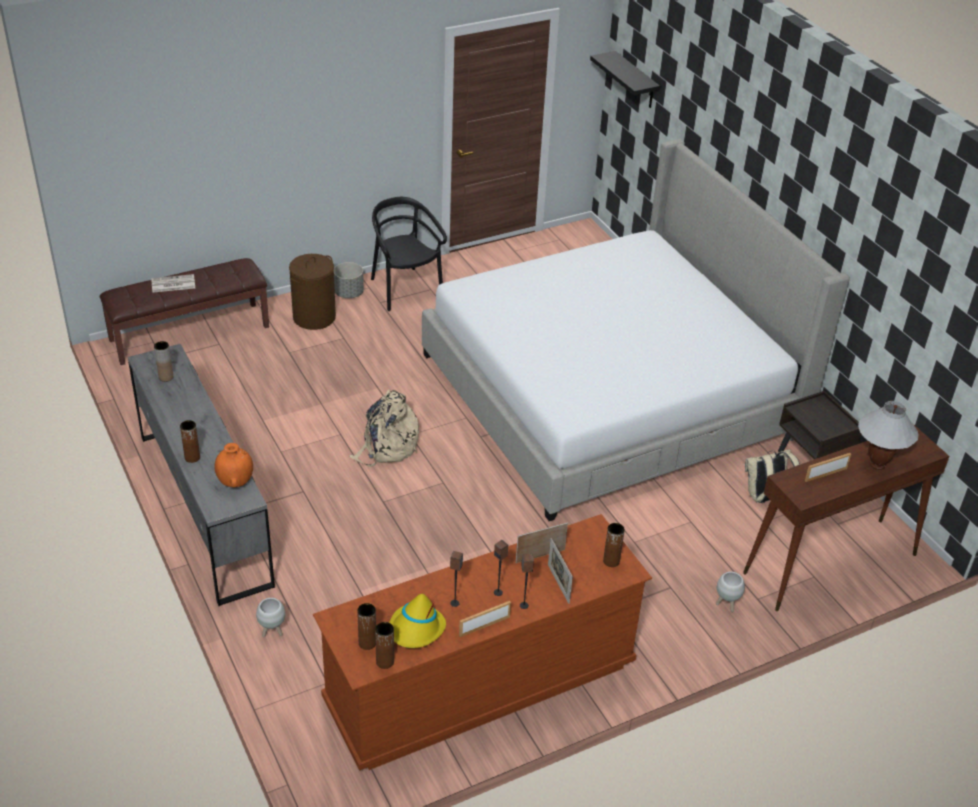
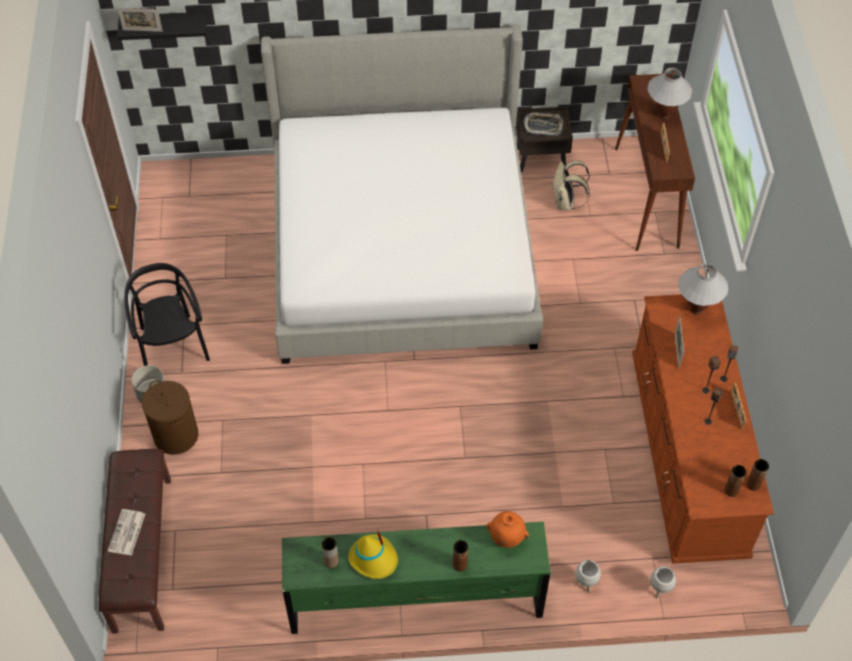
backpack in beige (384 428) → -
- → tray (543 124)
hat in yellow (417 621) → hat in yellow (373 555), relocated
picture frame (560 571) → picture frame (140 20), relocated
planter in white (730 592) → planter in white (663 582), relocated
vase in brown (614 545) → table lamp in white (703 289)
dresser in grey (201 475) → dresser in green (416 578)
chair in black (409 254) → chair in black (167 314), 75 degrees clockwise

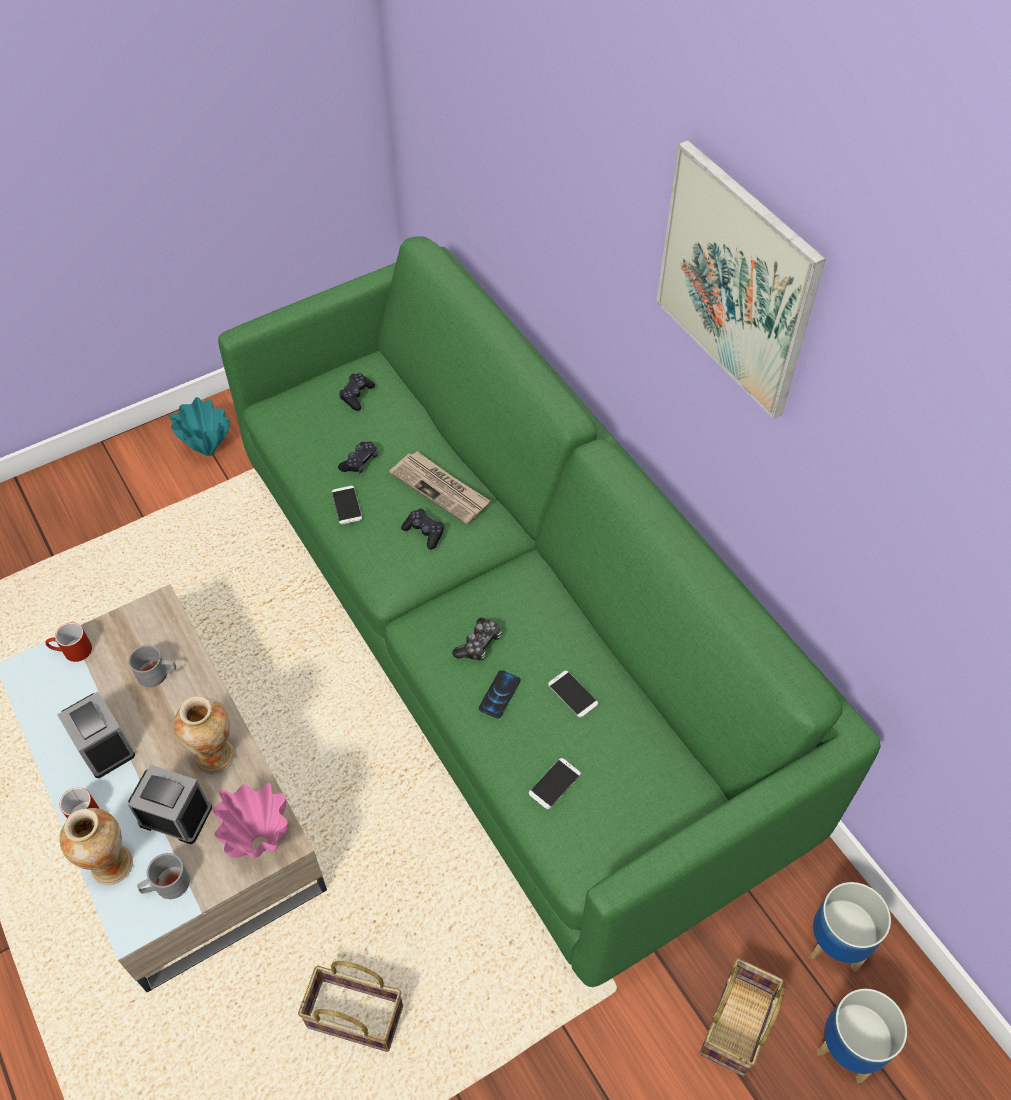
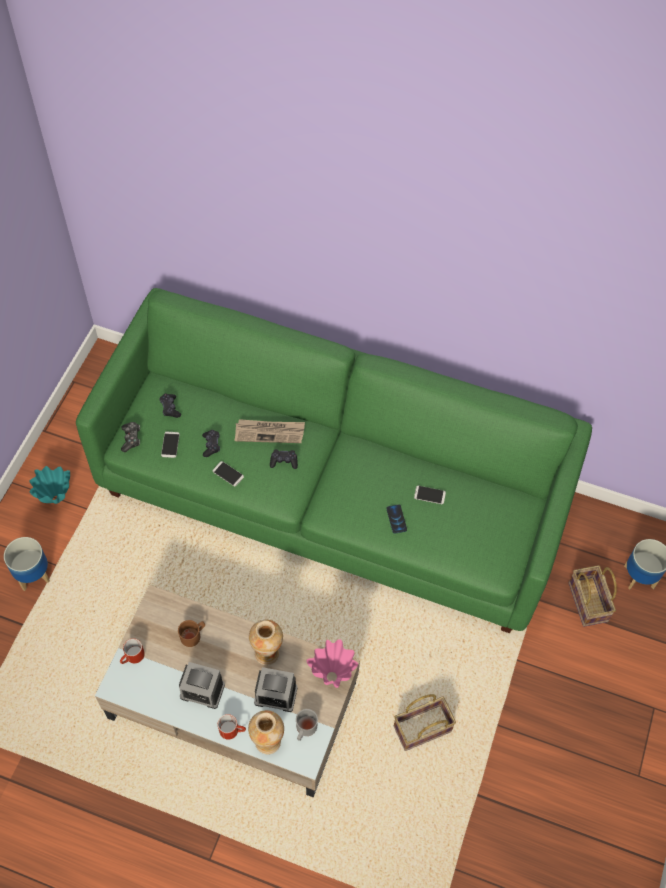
picture (741 279) → -
game controller (477 639) → game controller (130 437), relocated
phone (555 783) → phone (170 445), relocated
planter (850 927) → planter (27 564), relocated
mug in grey (152 666) → mug in brown (191 633)
alarm clock (170 804) → alarm clock (276 689), 150 degrees counterclockwise

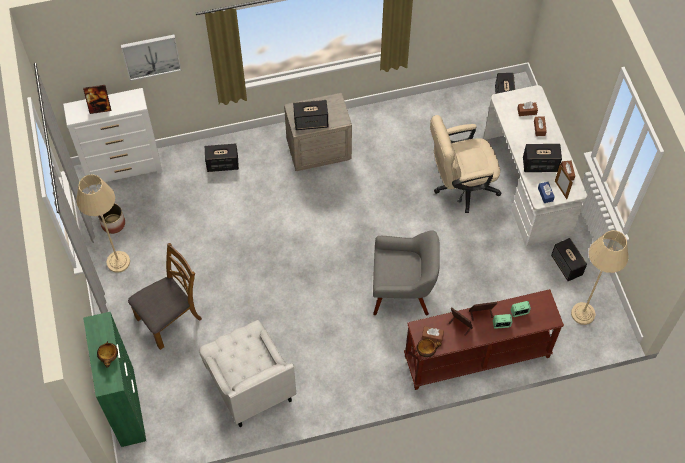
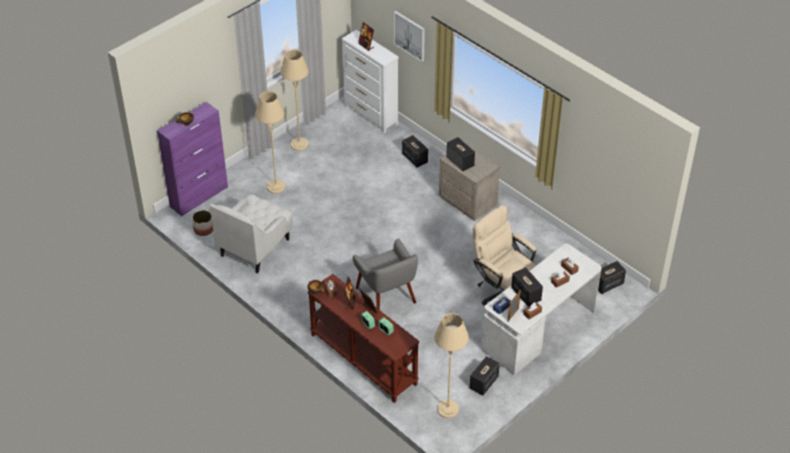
planter (111 218) → planter (202 223), relocated
chair in brown (165 296) → floor lamp in beige (270 142)
cabinet in green (114 379) → cabinet in purple (192 159)

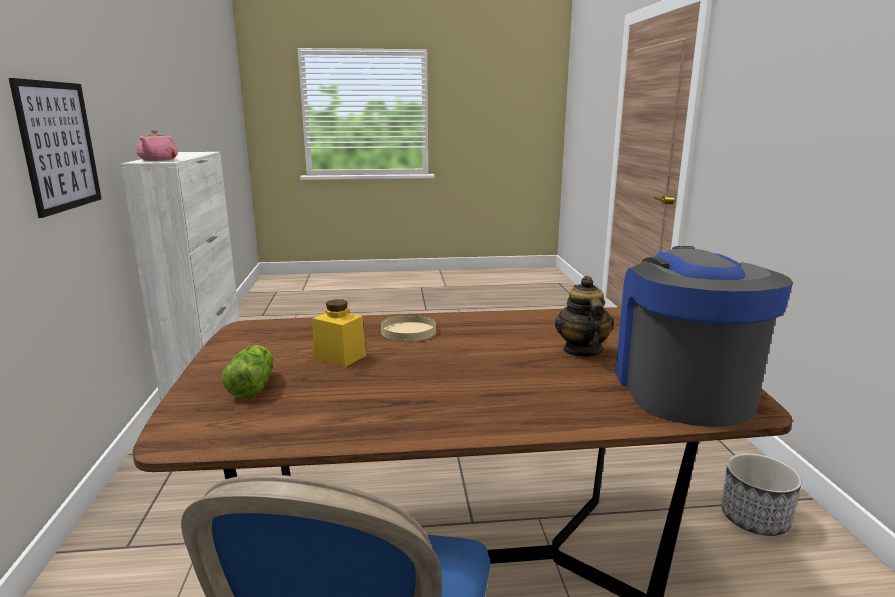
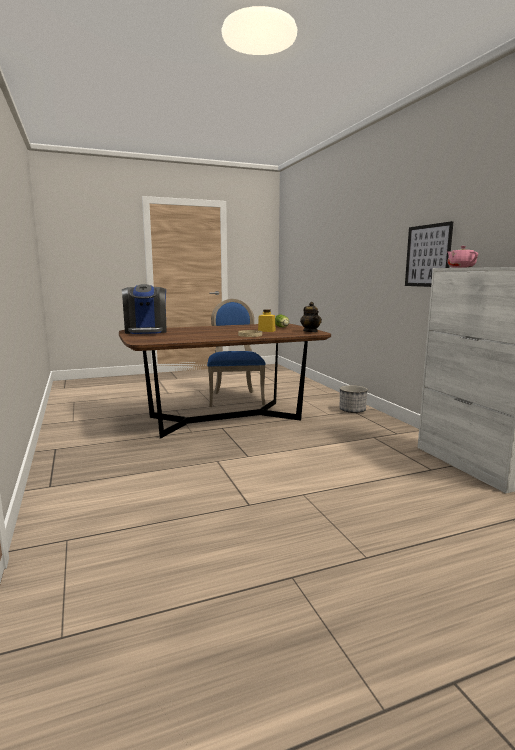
teapot (584 317) → teapot (311 317), relocated
planter (761 494) → planter (354 399), relocated

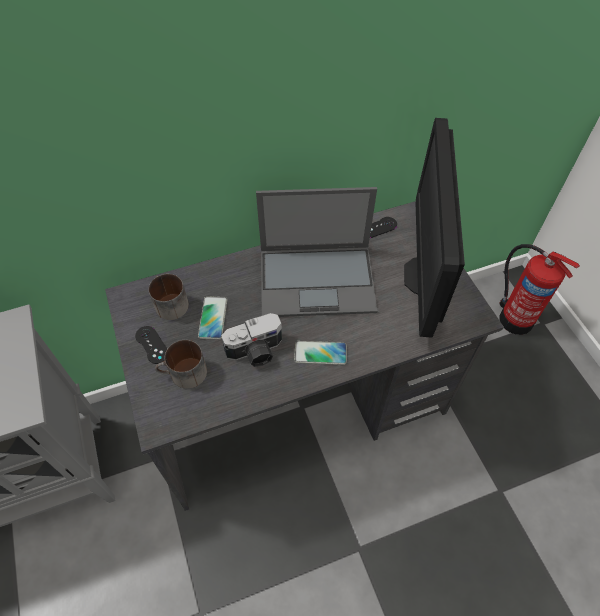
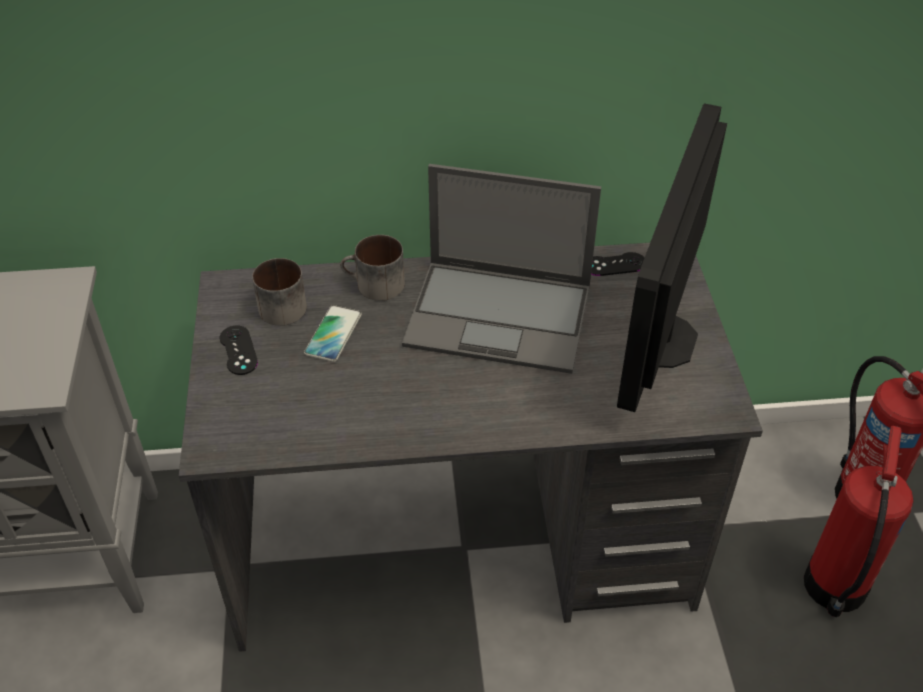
photo camera (251 340) → -
phone (320 353) → -
- → fire extinguisher (859 521)
mug (181 364) → mug (372 268), relocated

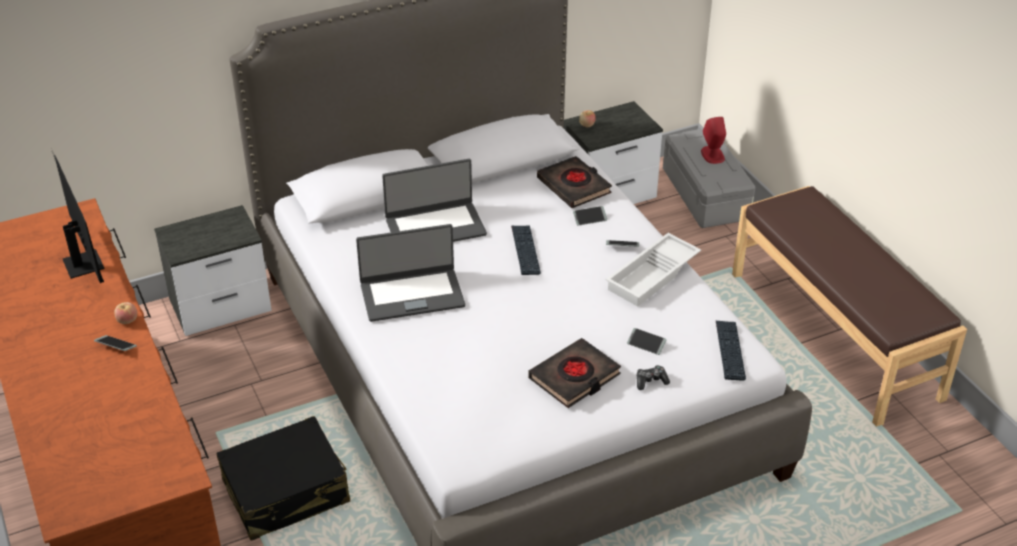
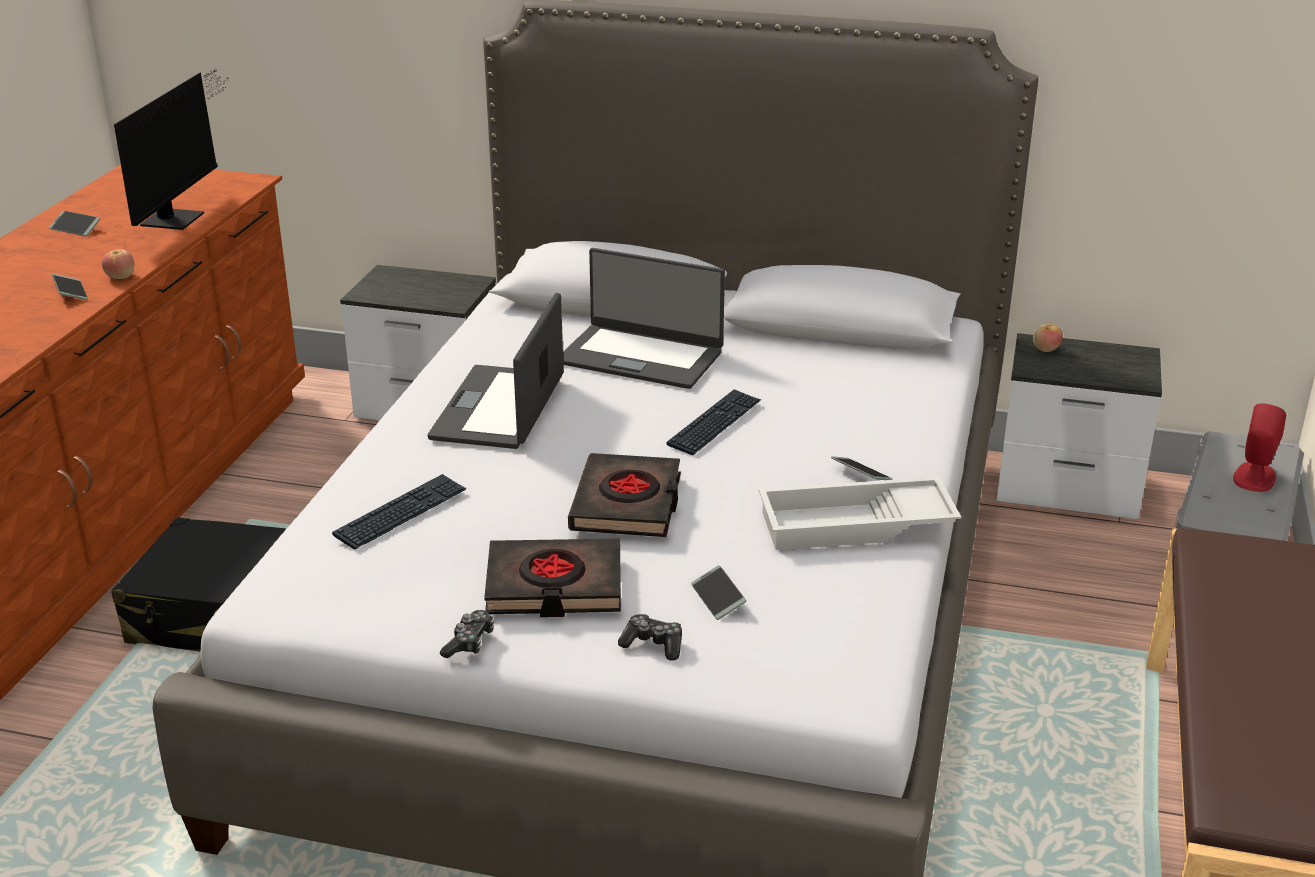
- → game controller (467 634)
book in black (574 182) → book in black (624 495), relocated
phone (590 216) → phone (74 223), relocated
keyboard (731 351) → keyboard (399 511), relocated
laptop (410 273) → laptop (495 371), 75 degrees clockwise

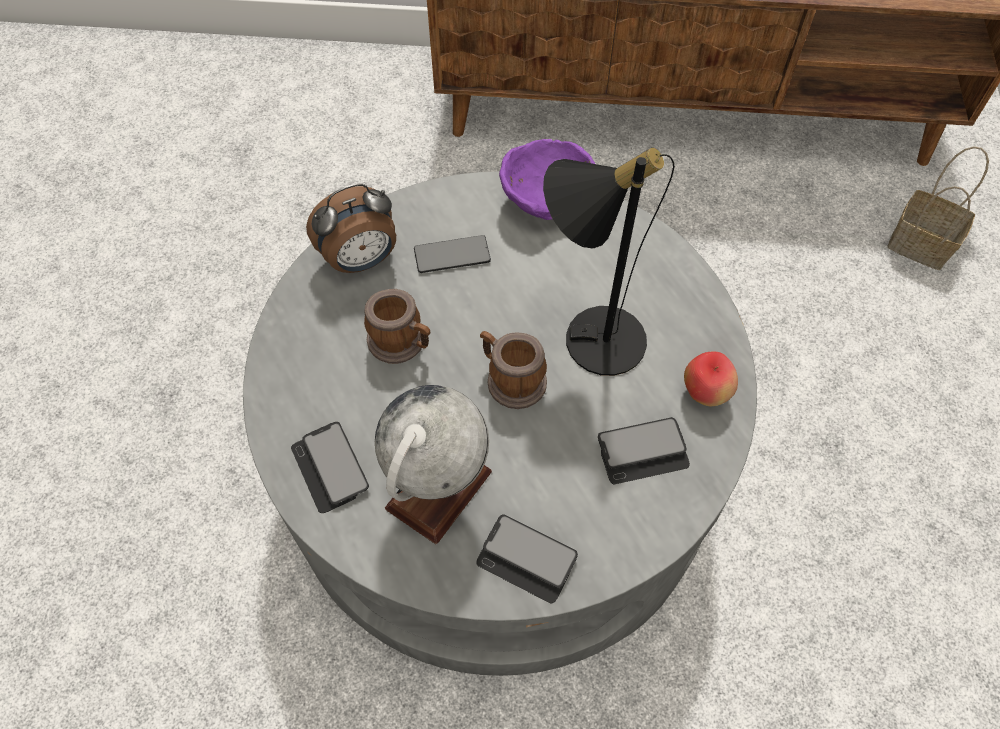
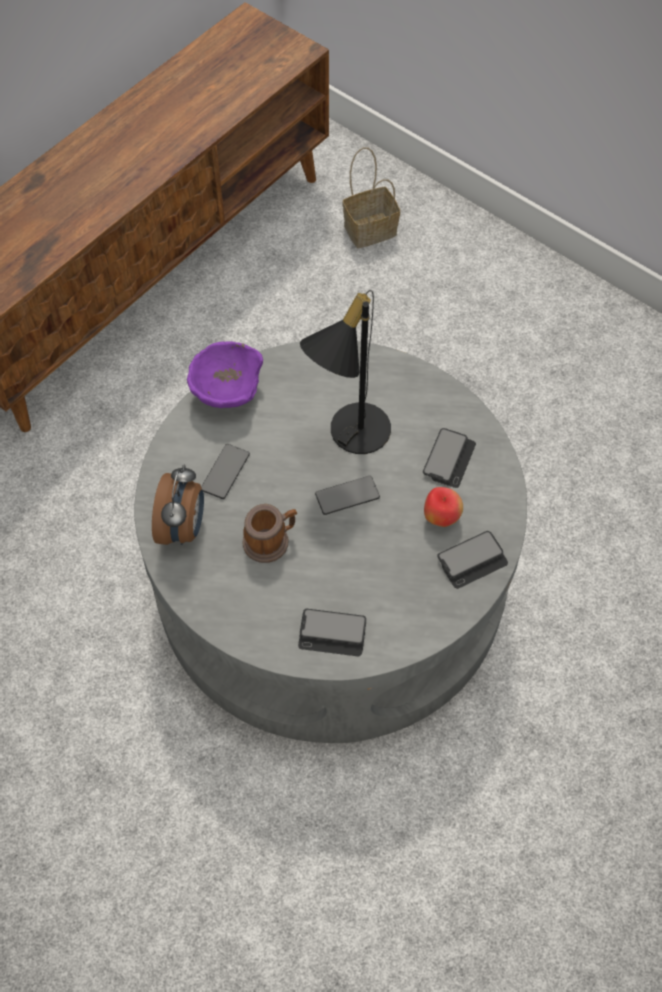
globe (433 464) → -
apple (711 379) → apple (443 507), relocated
mug (513 370) → phone (347 495)

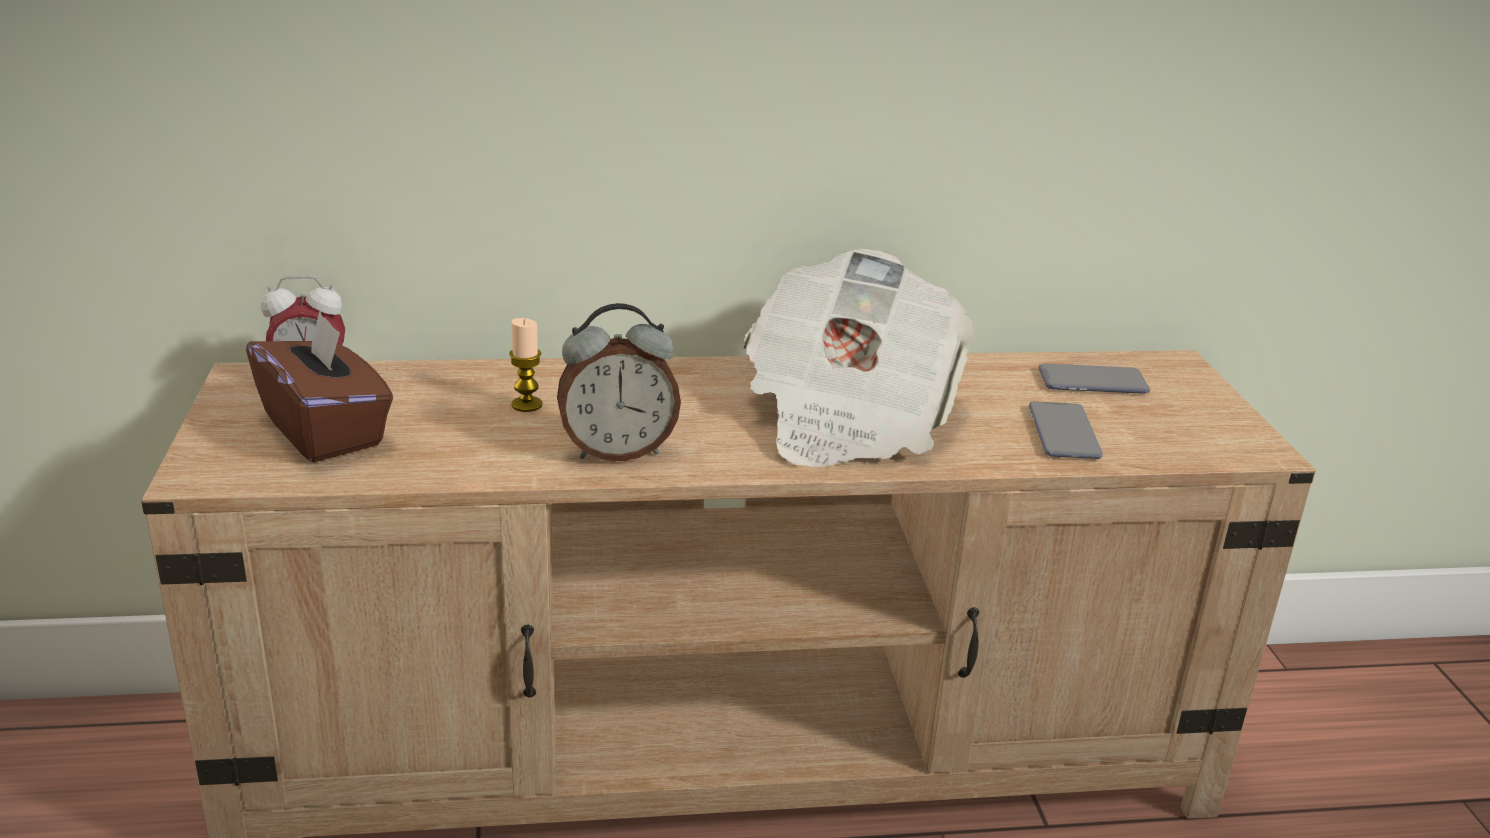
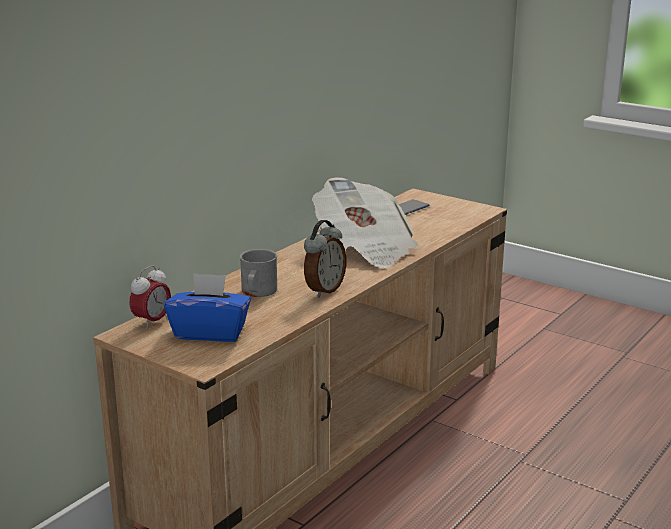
phone (1066 430) → -
candle (526 365) → mug in grey (258 273)
tissue box in brown (319 386) → tissue box in blue (207 307)

